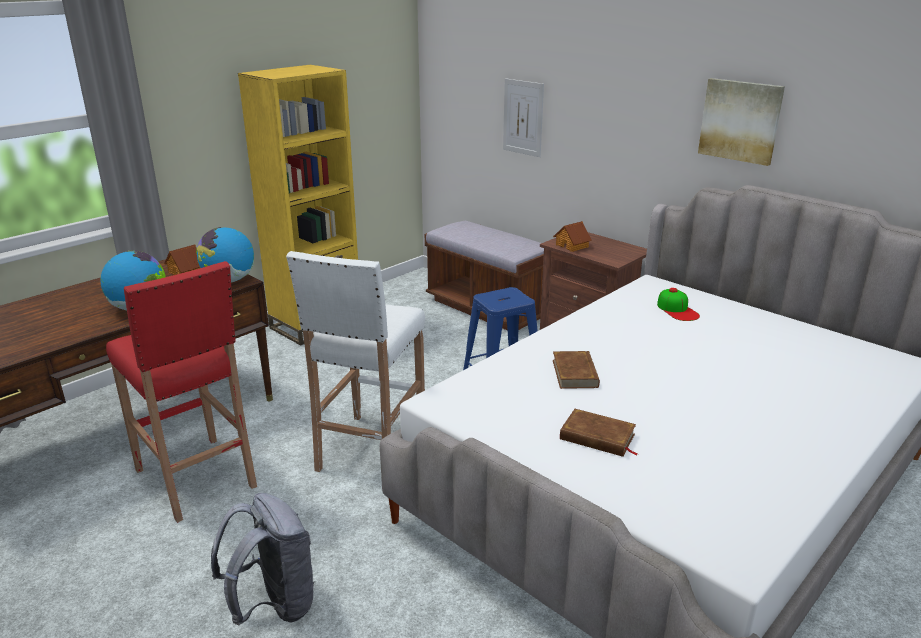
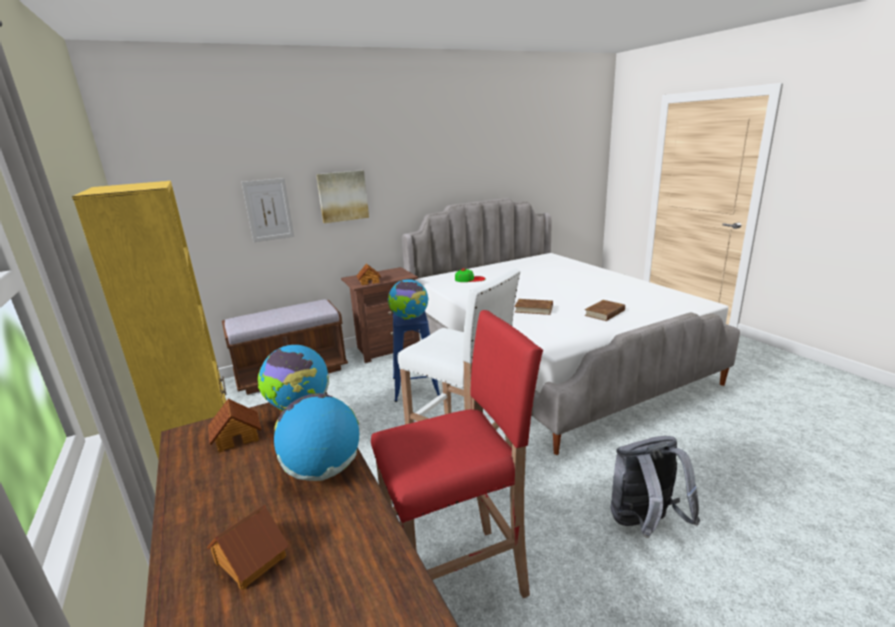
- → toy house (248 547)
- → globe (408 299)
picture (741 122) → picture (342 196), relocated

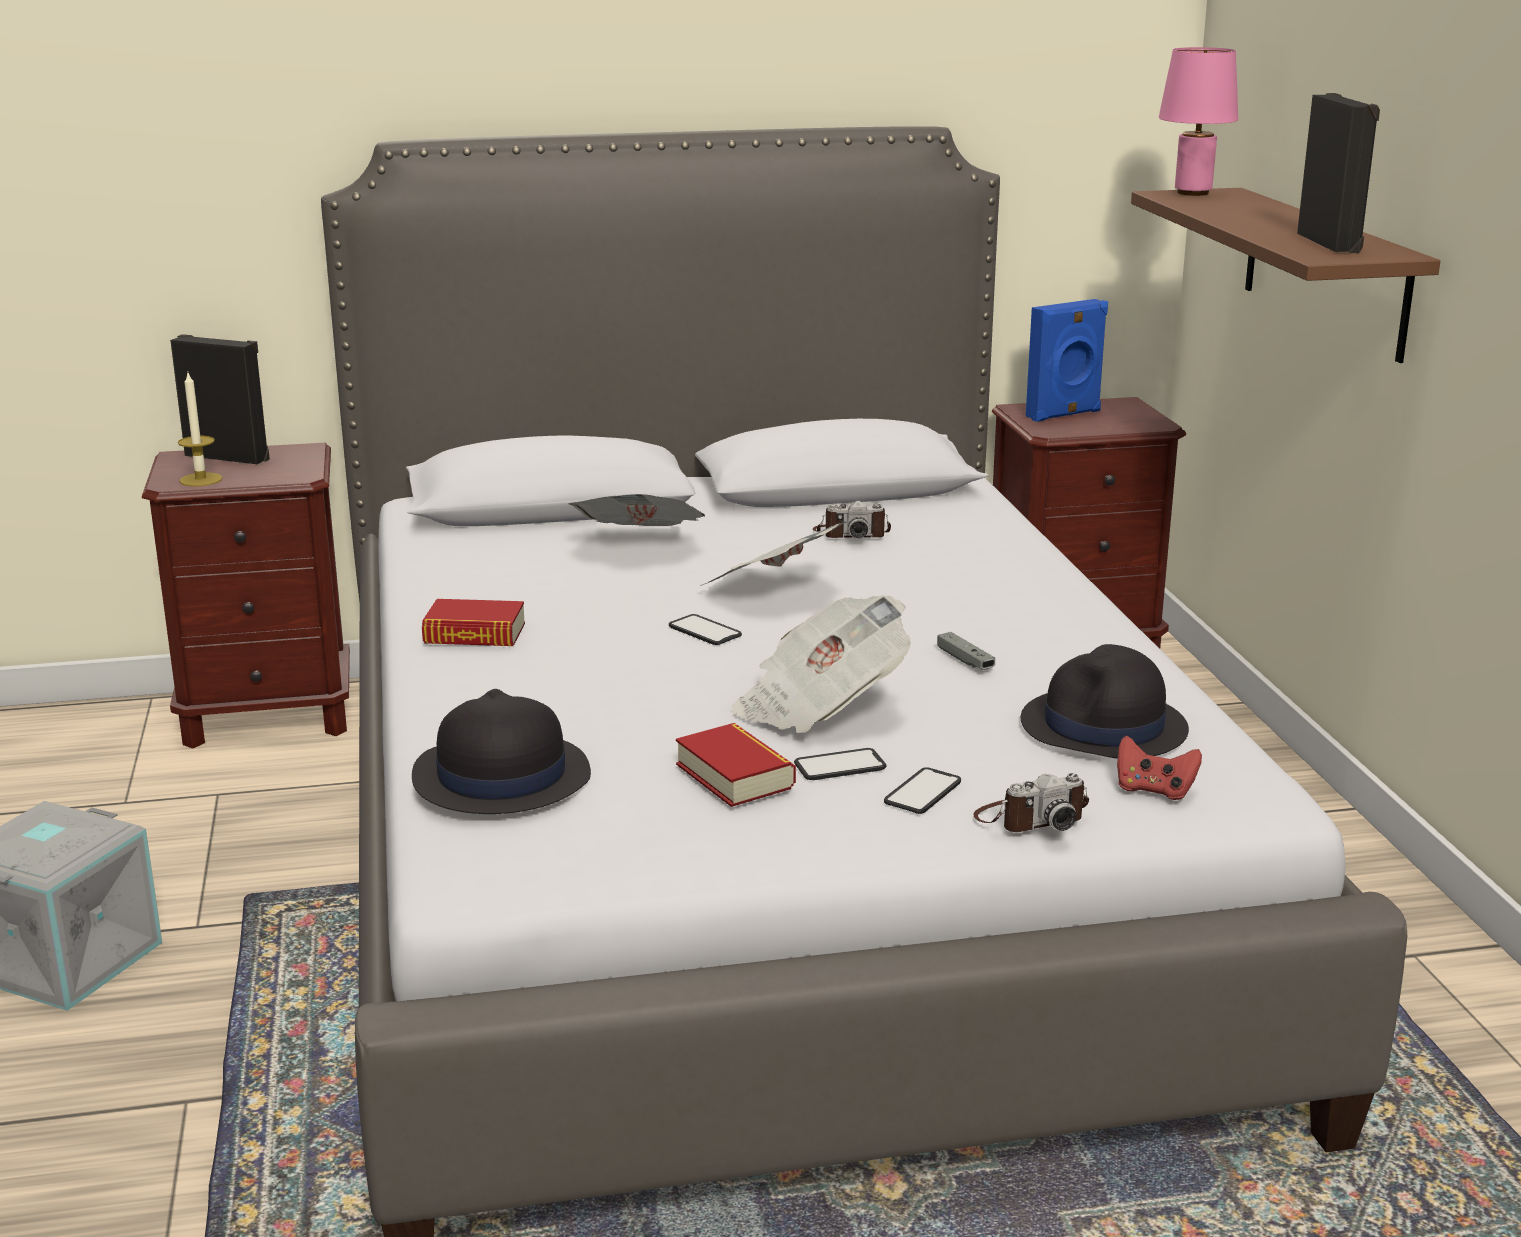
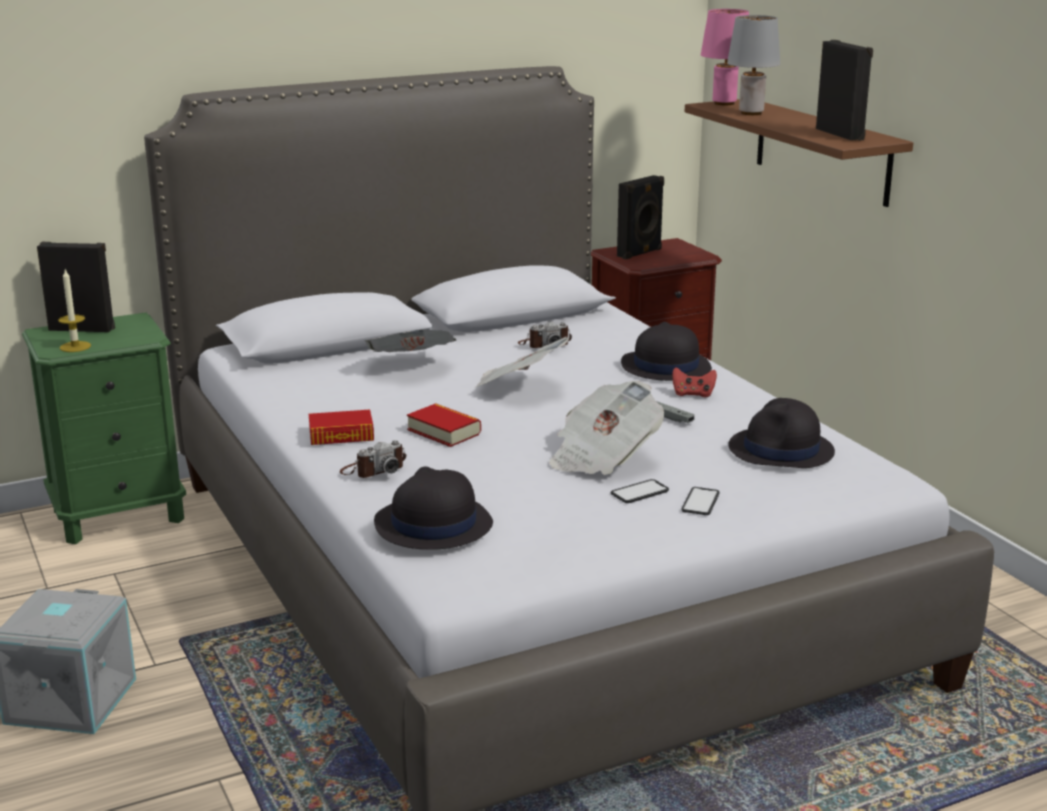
phone (705 629) → -
- → hat in black (666 351)
- → table lamp in grey (753 65)
book (736 765) → book (444 425), relocated
photo camera (1031 802) → photo camera (373 459), relocated
game controller in red (1159 768) → game controller in red (694 382), relocated
nightstand in brown (246 595) → nightstand in green (104 428)
speaker in blue (1067 360) → speaker in black (640 217)

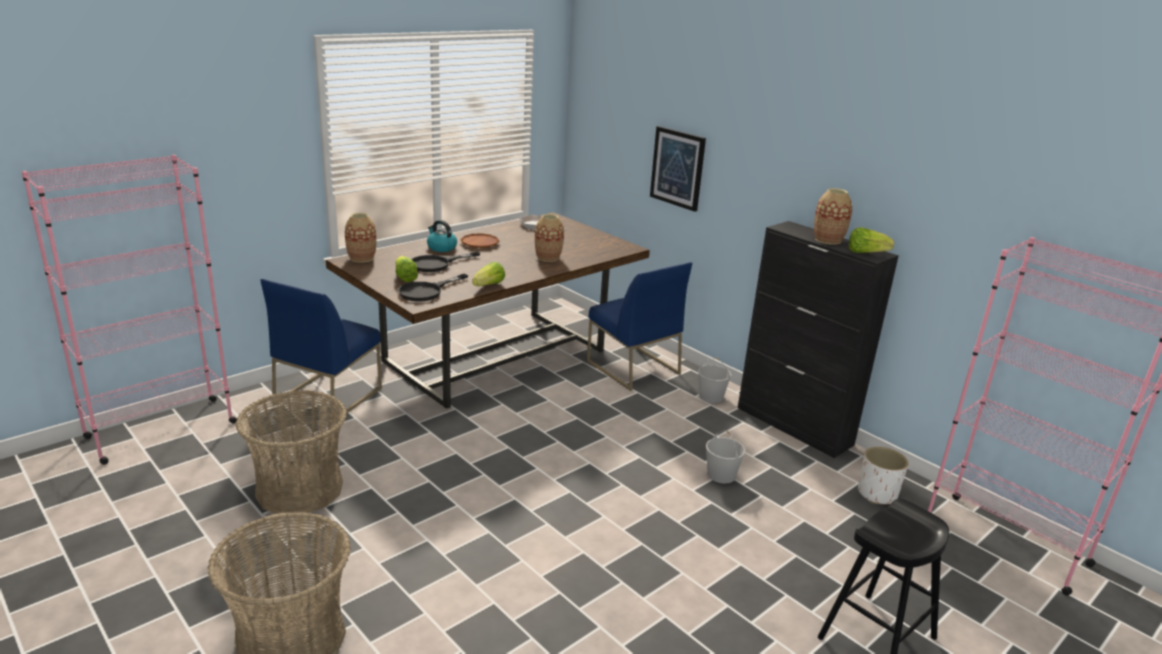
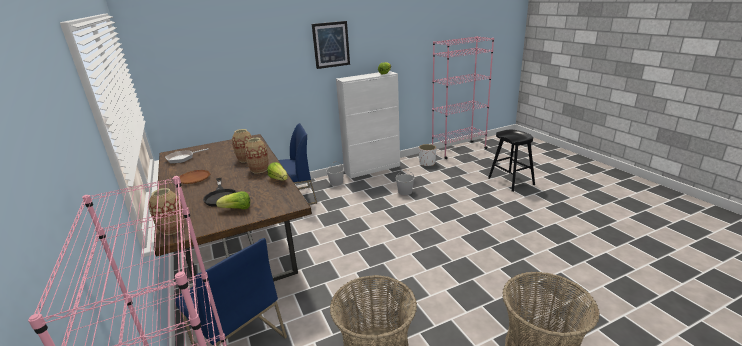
frying pan in black (433 287) → -
kettle (442 236) → -
picture (678 169) → picture (331 45), relocated
vase (833 216) → vase (256 156), relocated
cabinet in black (818 339) → cabinet in white (368 124)

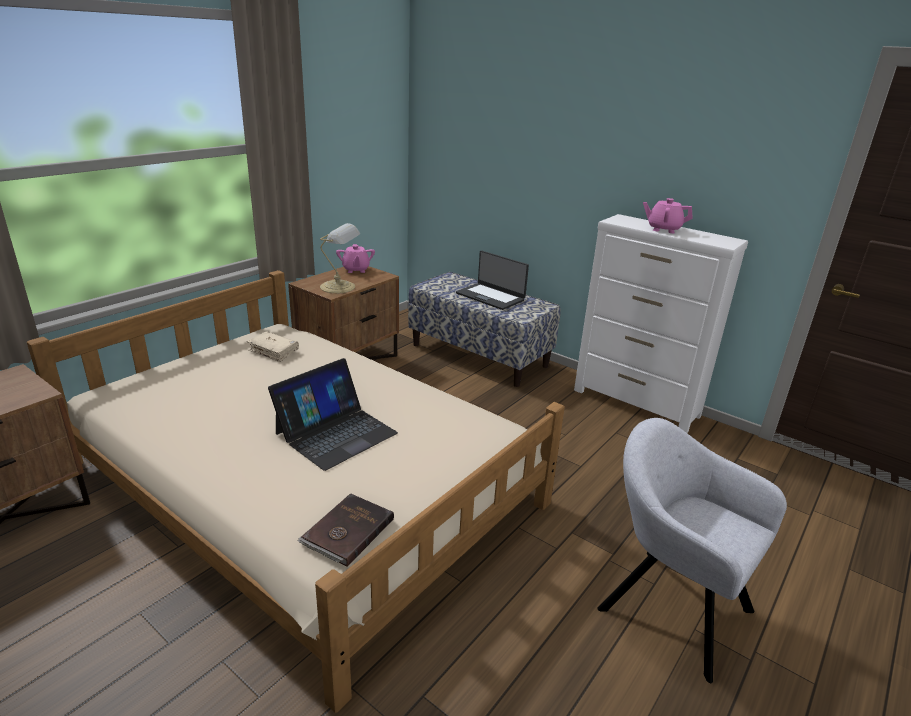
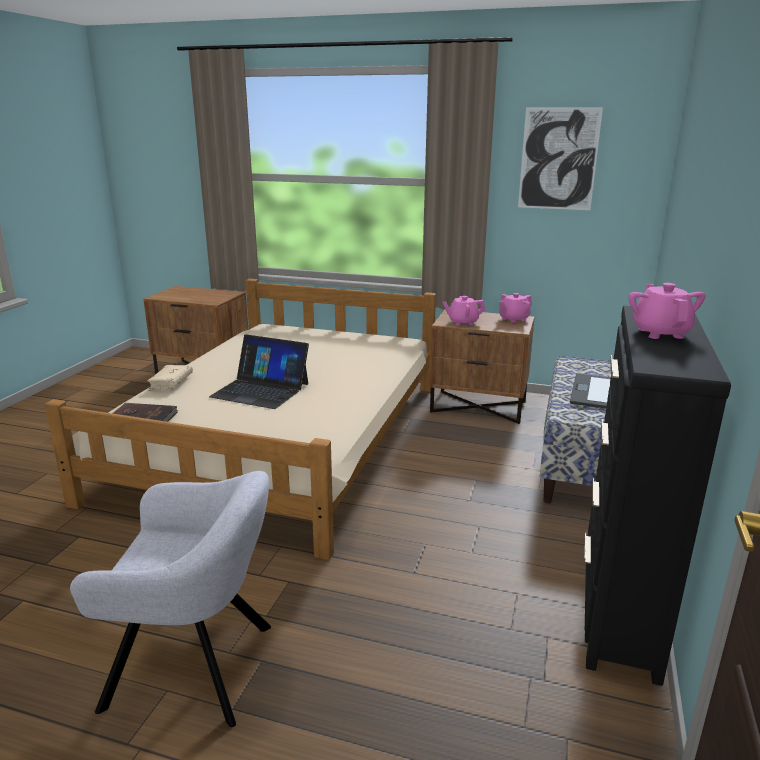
- → picture (560 158)
book in beige (273 346) → book in beige (170 378), relocated
table lamp (340 258) → teapot in pink (464 311)
dresser in white (661 323) → dresser in black (657 496)
armchair in grey (692 550) → armchair in grey (170 599), 75 degrees clockwise

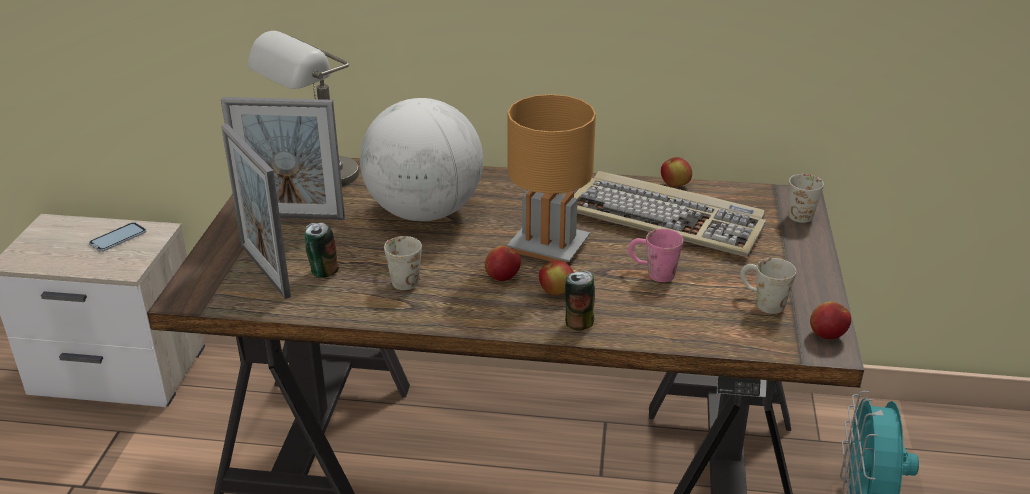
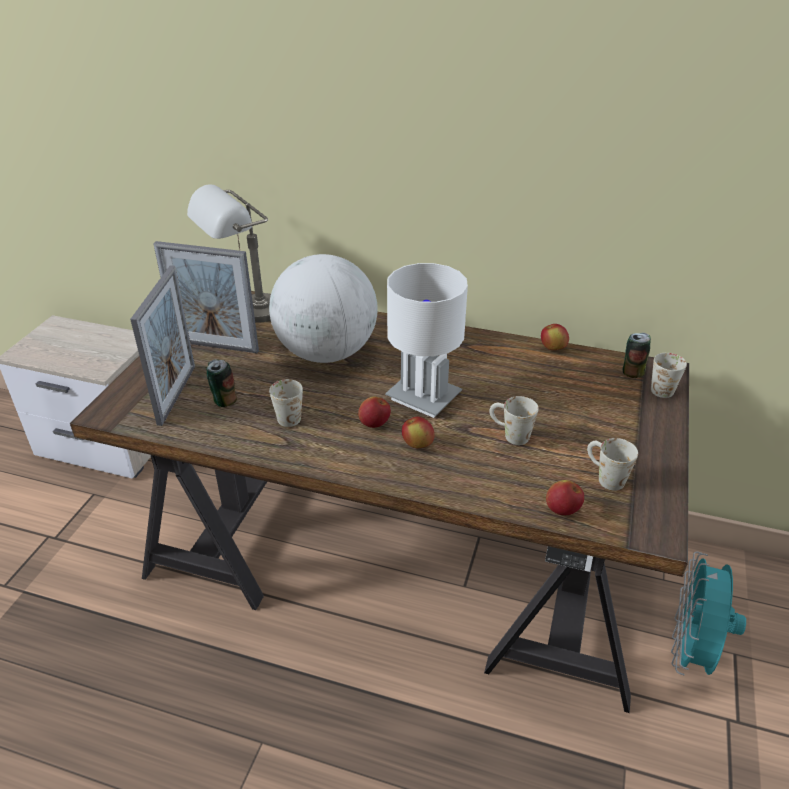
phone (118 237) → -
keyboard (670 214) → -
can (580 300) → can (637 355), relocated
apple (830 320) → apple (565 497), relocated
table lamp in brown (551 179) → table lamp in white (426 340)
mug in pink (655 255) → mug in white (514 420)
picture frame (256 211) → picture frame (162 346), 150 degrees counterclockwise

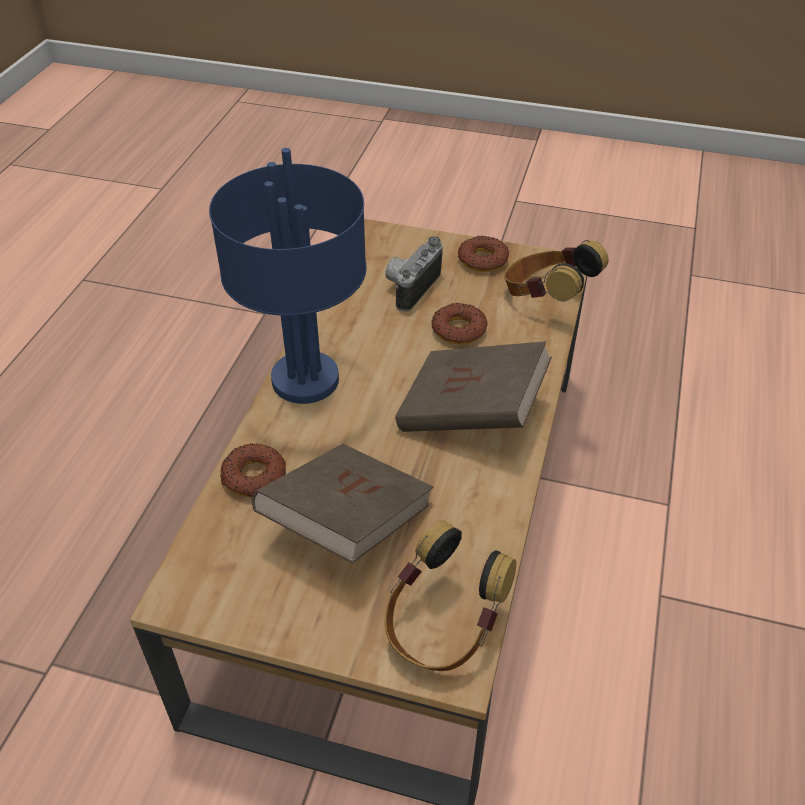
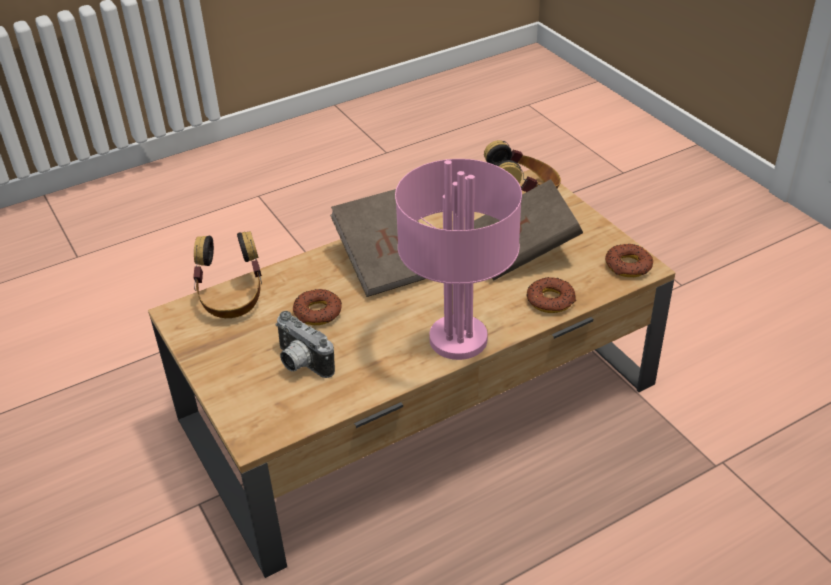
donut (483 253) → donut (629 260), relocated
table lamp in blue (287 276) → table lamp in pink (458 259)
photo camera (414 273) → photo camera (305 344), 60 degrees clockwise

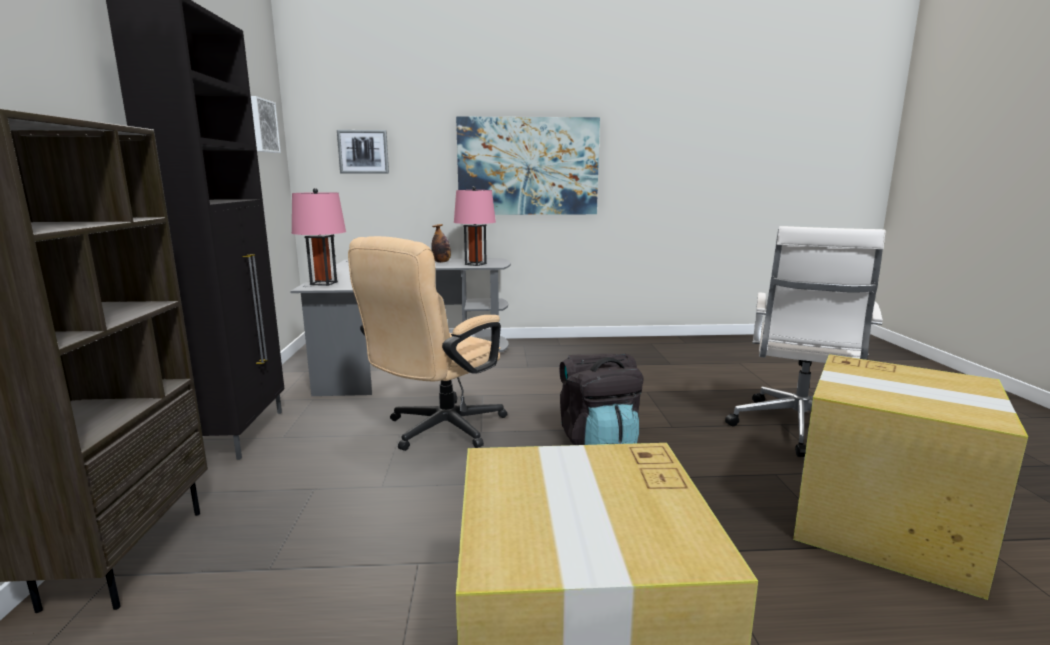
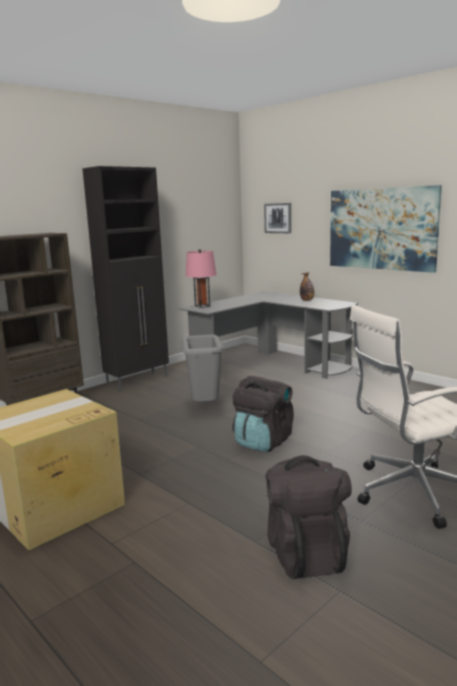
picture (266 124) → -
table lamp in pink (475 226) → -
office chair in beige (427 343) → trash can in grey (203 368)
cardboard box (910 477) → backpack in black (308 517)

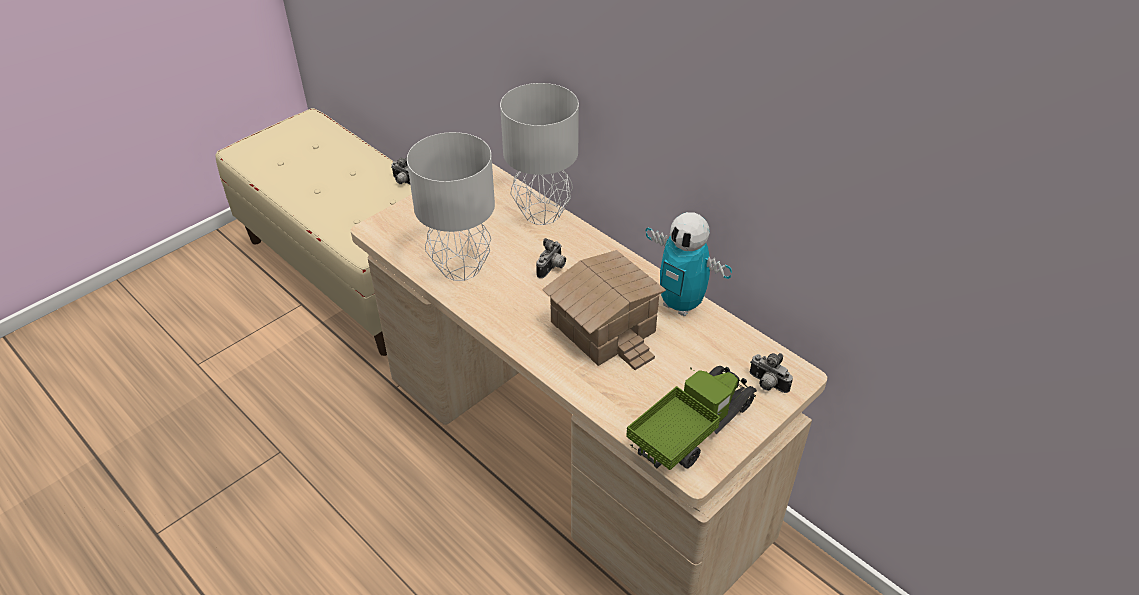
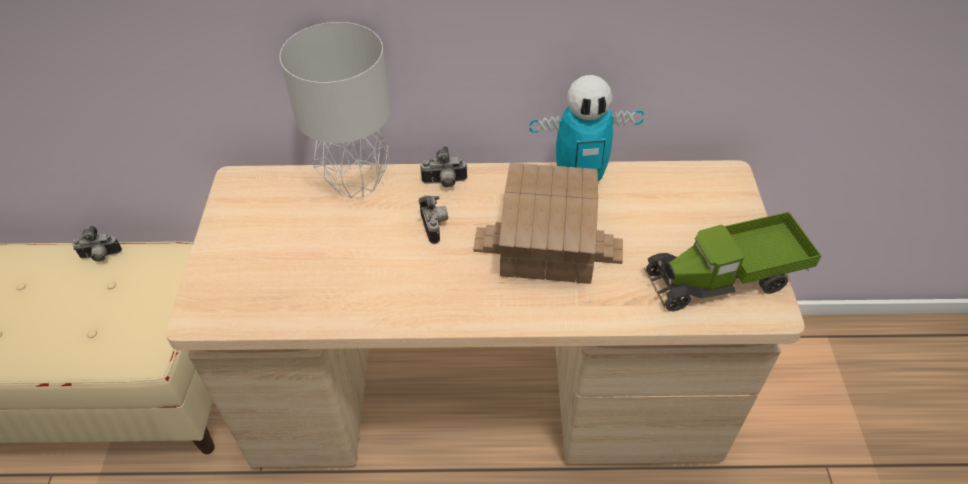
table lamp in grey (451 206) → -
photo camera (771 373) → photo camera (444 167), relocated
toy truck (691 418) → toy truck (733 261), 105 degrees counterclockwise

